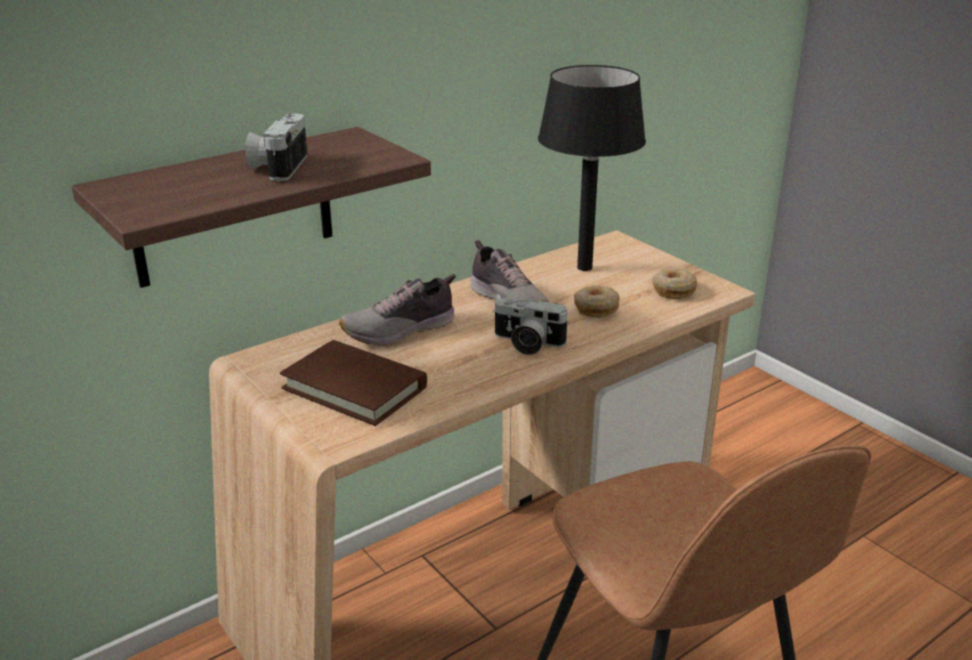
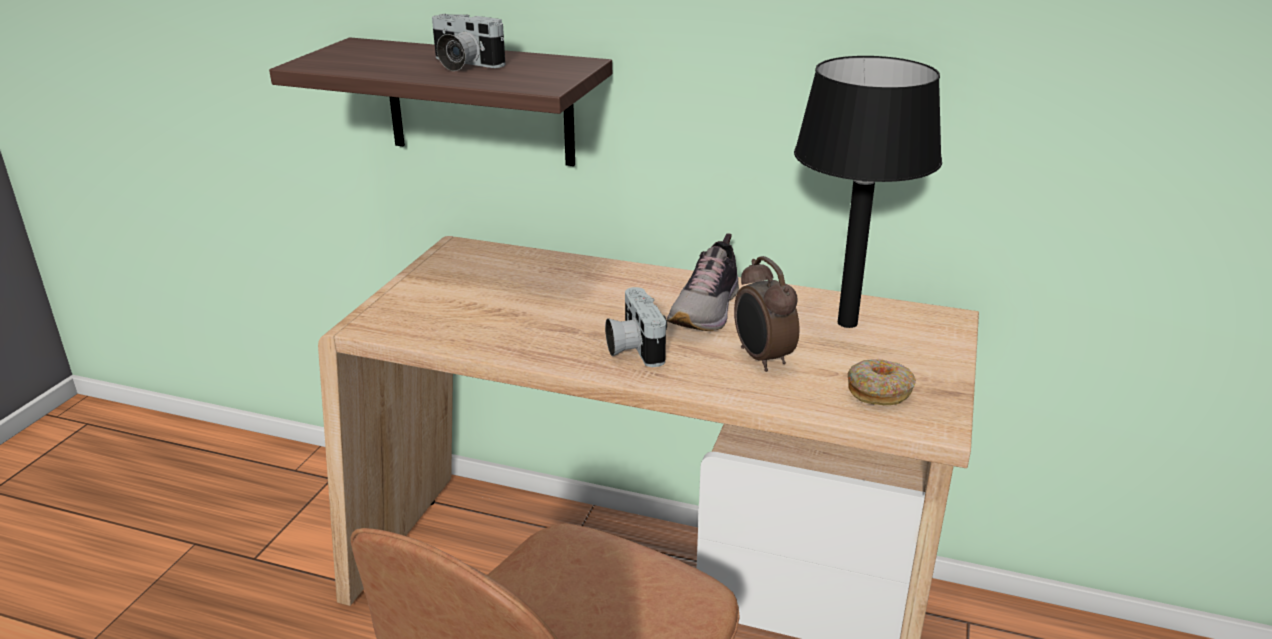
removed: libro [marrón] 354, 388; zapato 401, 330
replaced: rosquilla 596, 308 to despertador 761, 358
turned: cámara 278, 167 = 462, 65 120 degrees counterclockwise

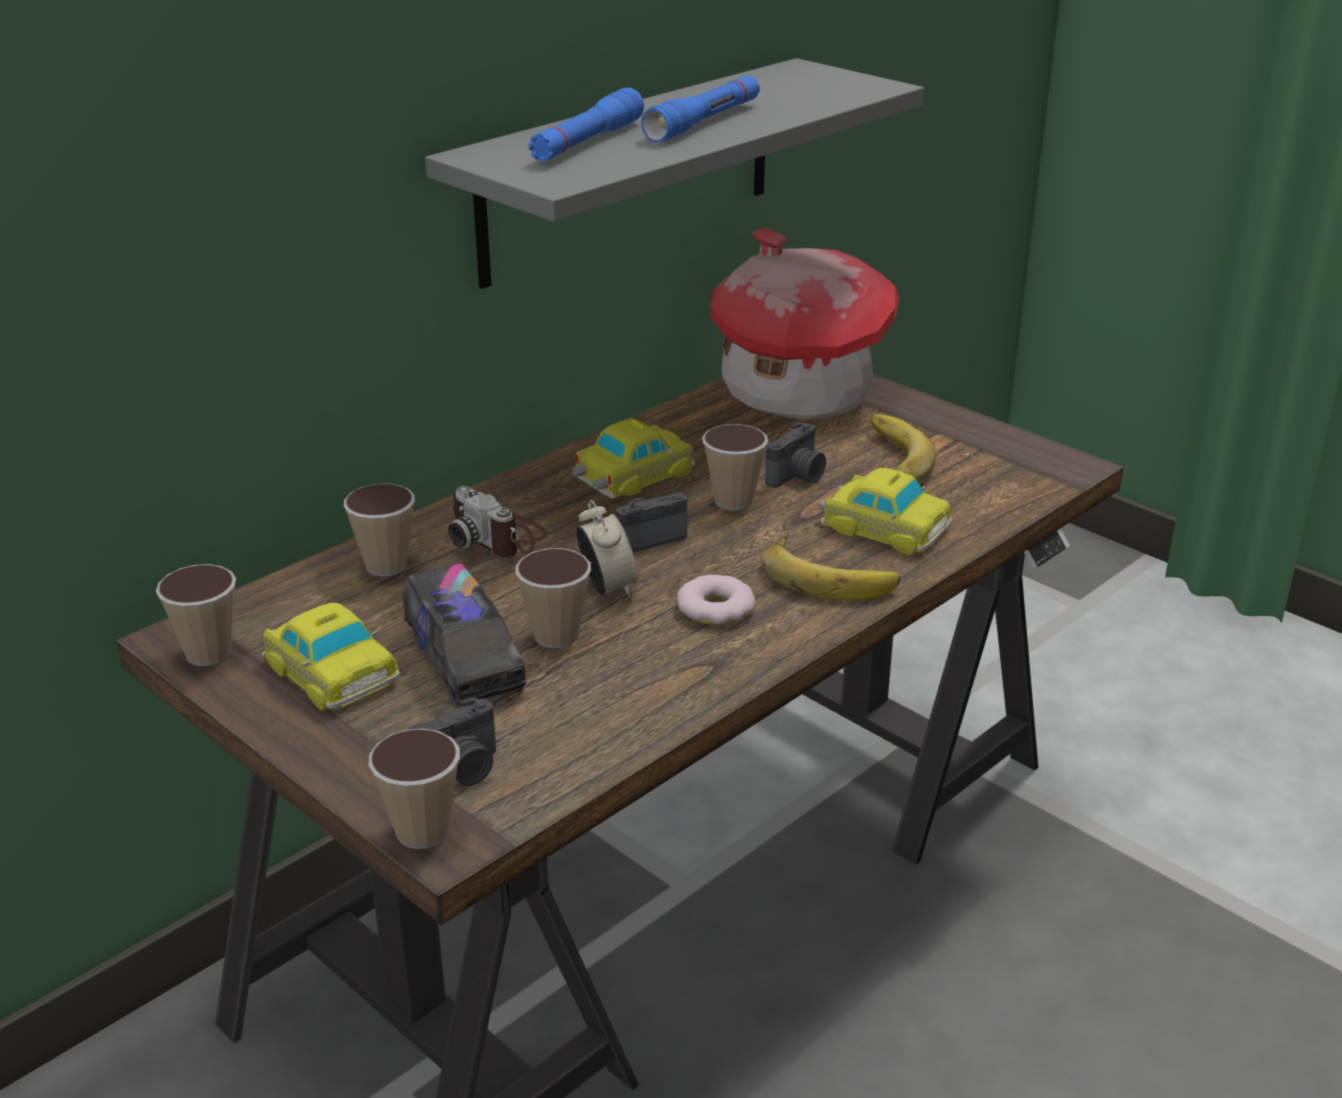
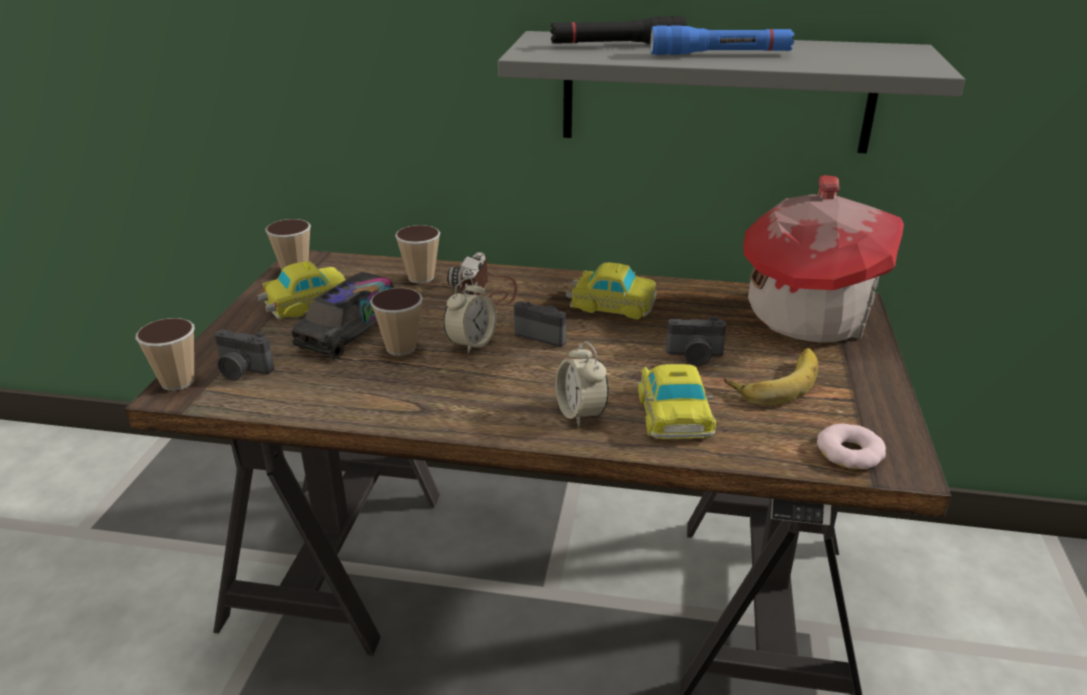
removed: taza 733, 501
moved: rosquilla 716, 608 to 850, 453
replaced: plátano 830, 575 to despertador 580, 413
recoloured: linterna [azul] 587, 142 to linterna [negro] 617, 45
turned: coche de juguete 330, 670 = 306, 303 135 degrees counterclockwise

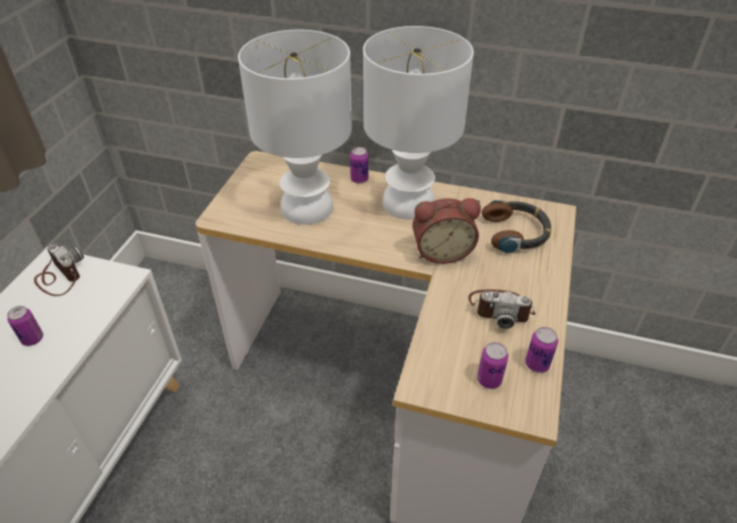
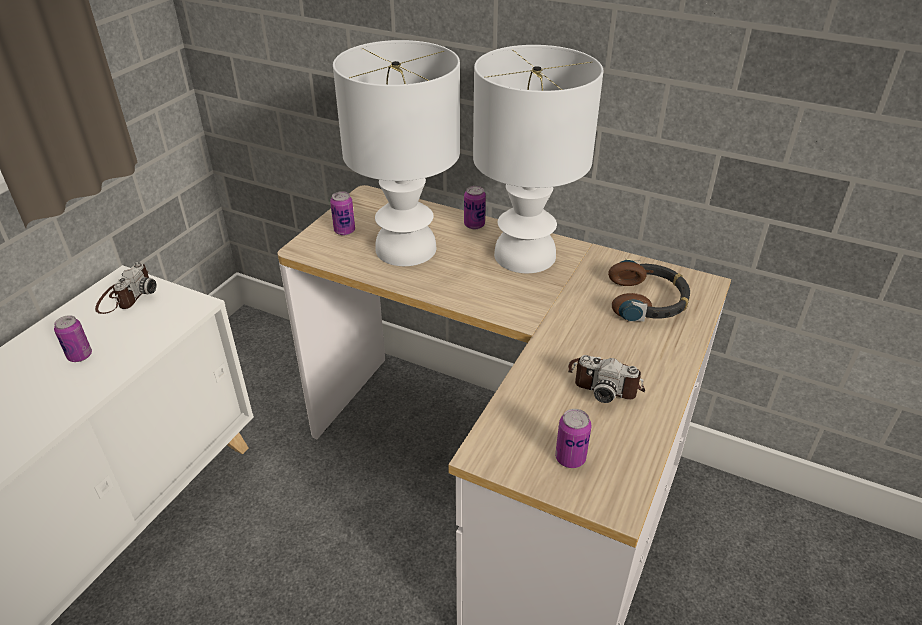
removed: despertador 441, 251
moved: lata 537, 364 to 344, 231
turned: cámara 59, 276 = 125, 296 45 degrees clockwise

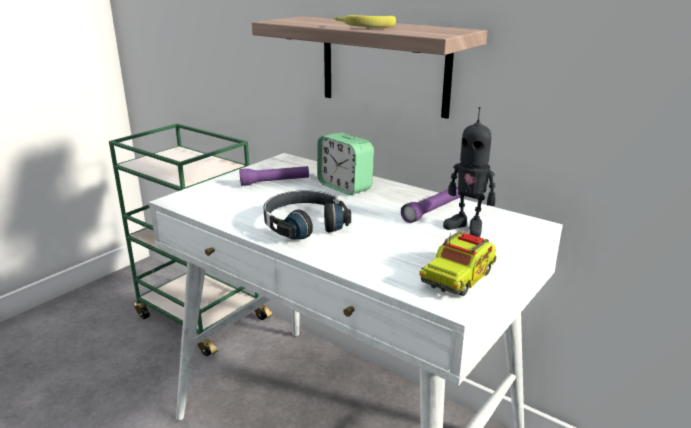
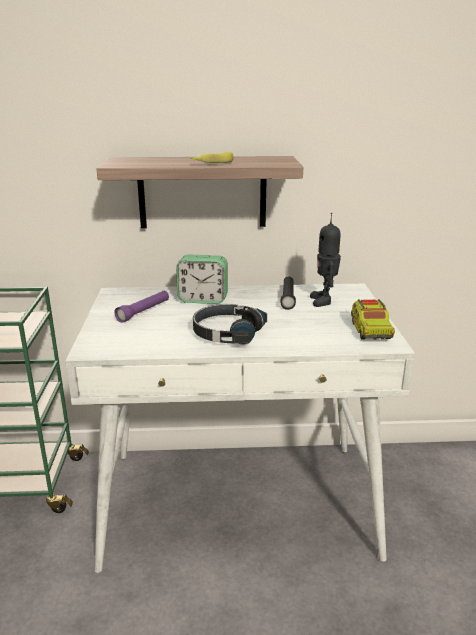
recoloured: linterna [morado] 432, 211 to linterna [negro] 288, 298
turned: robot de juguete 467, 227 = 324, 301 90 degrees clockwise

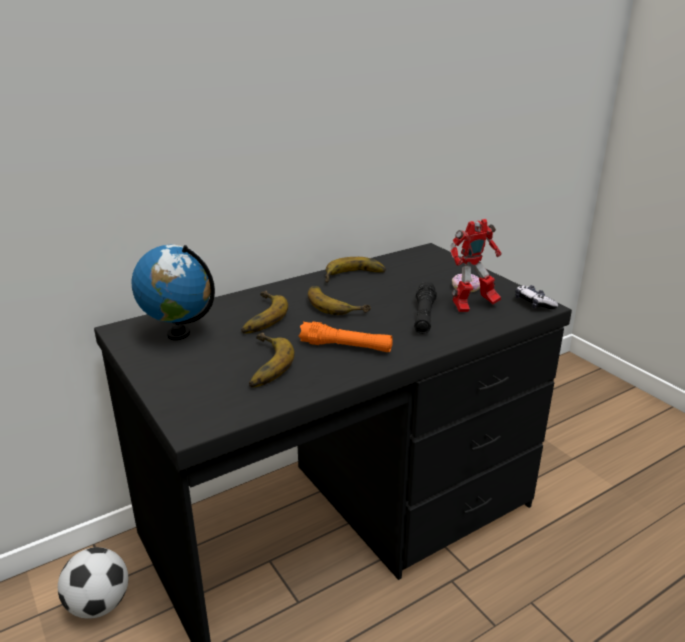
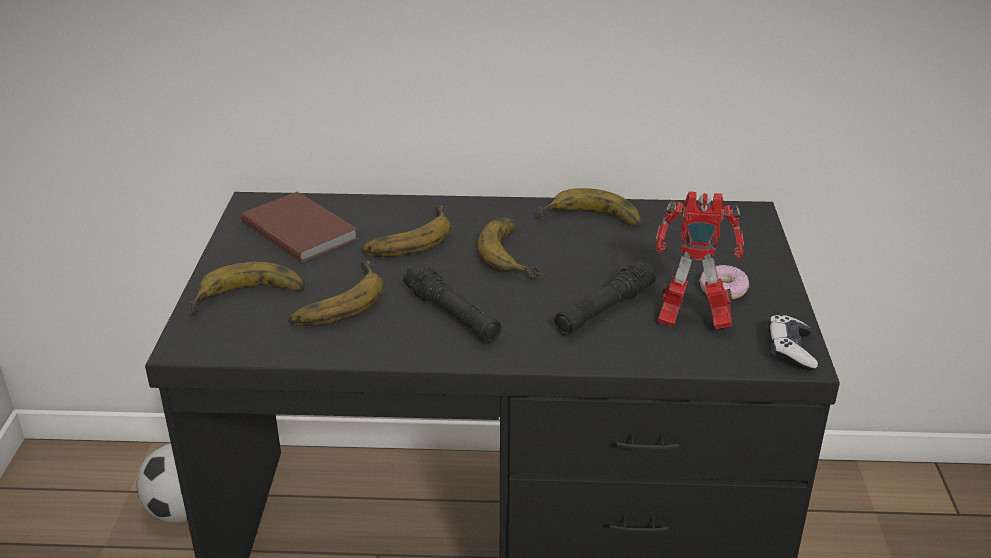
added: plátano 249, 300
replaced: globo terráqueo 179, 334 to libro [marrón] 301, 229
recoloured: linterna [naranja] 346, 346 to linterna [negro] 452, 315

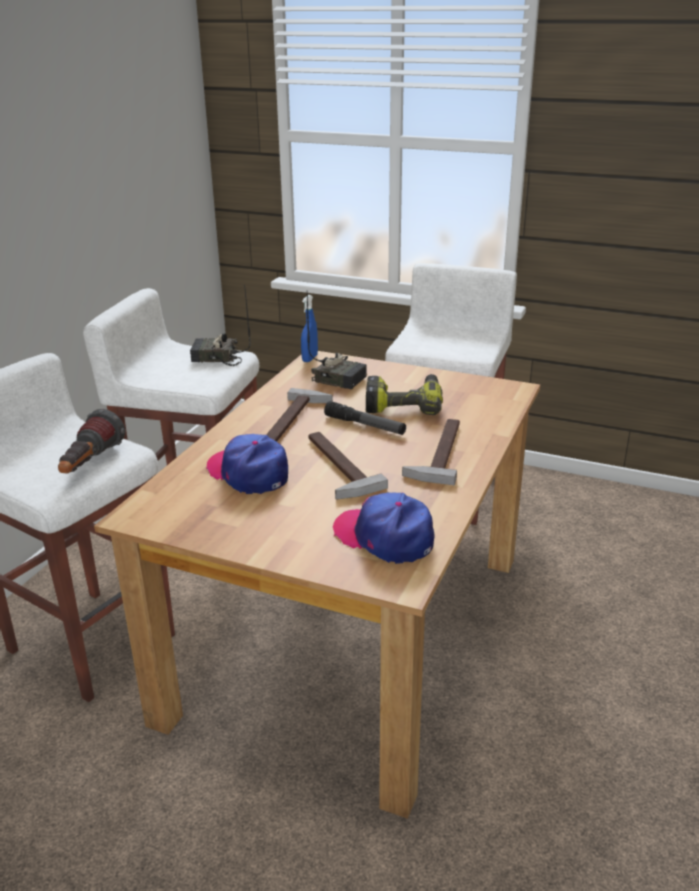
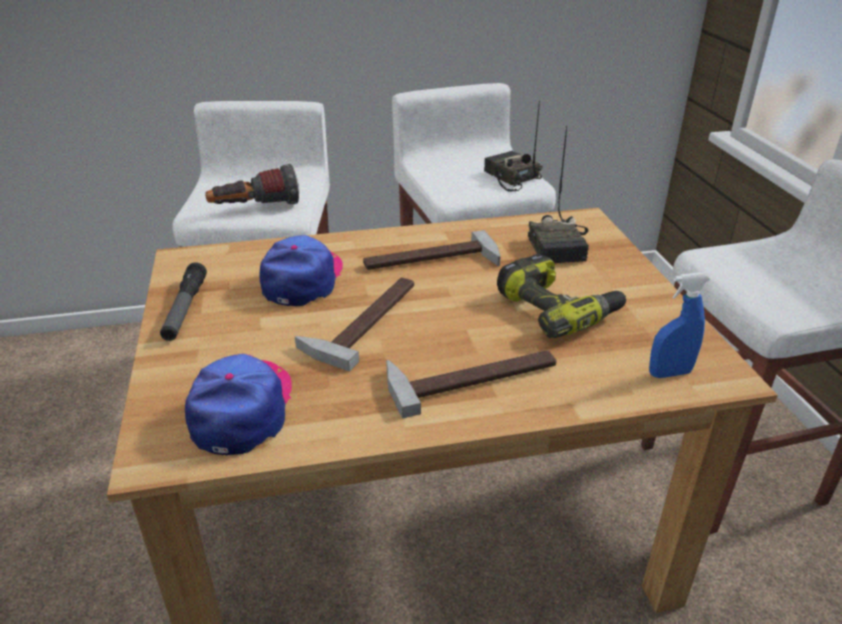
moved: pulverizador [azul] 310, 358 to 669, 373; linterna 365, 425 to 185, 309

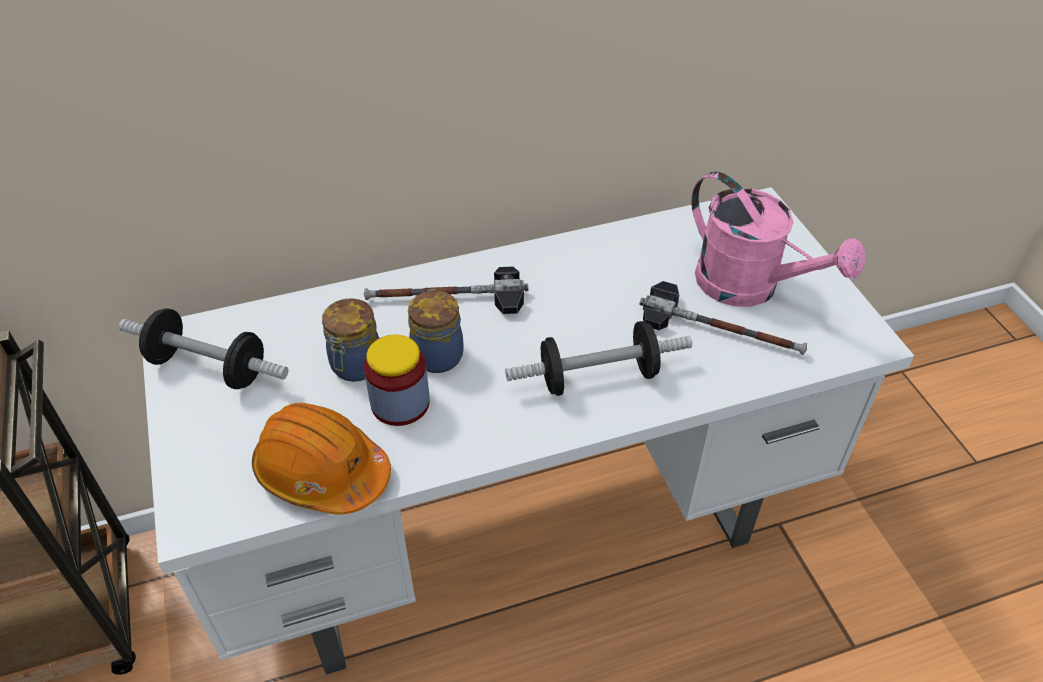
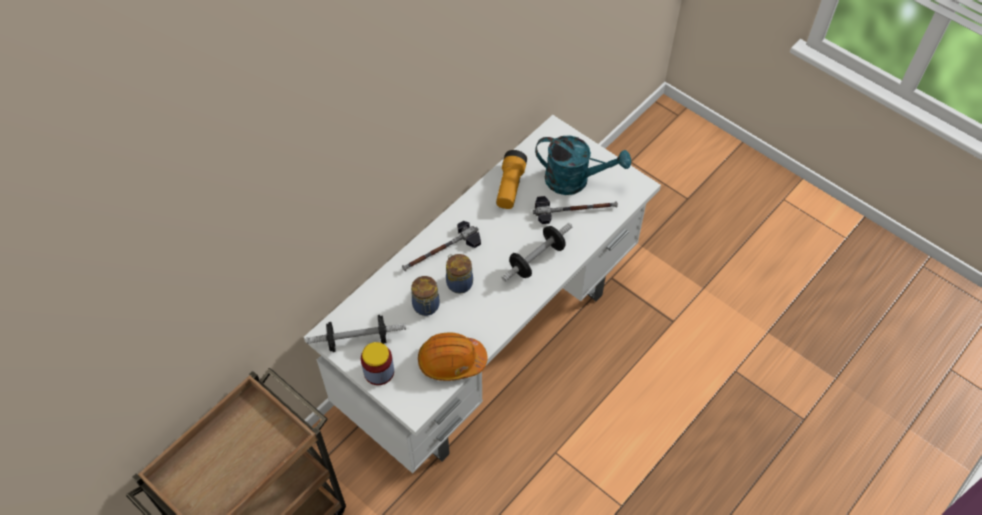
added: linterna 510, 187
moved: tarro 400, 403 to 379, 371
recoloured: regadera [rosa] 750, 287 to regadera [turquesa] 575, 180

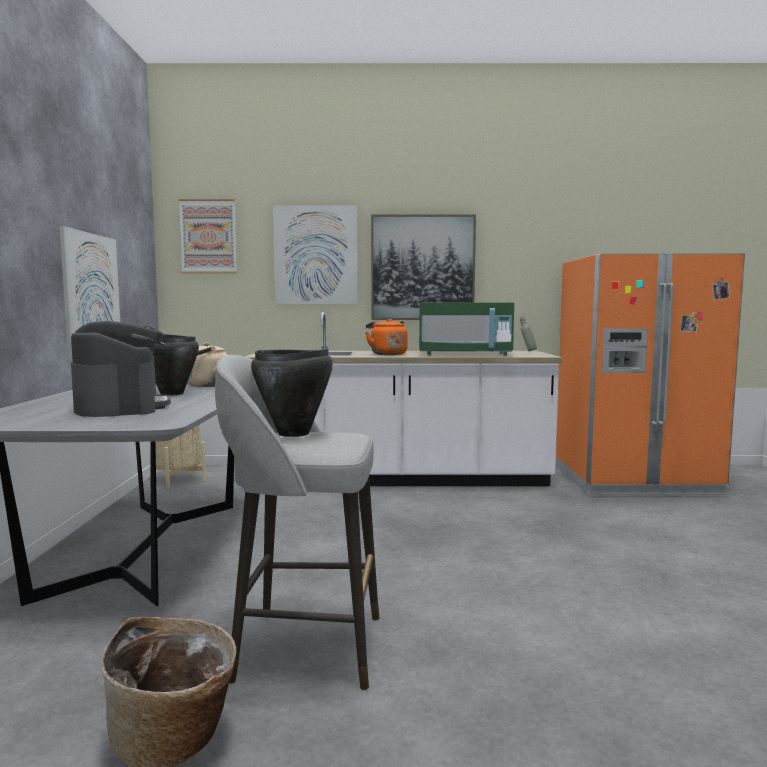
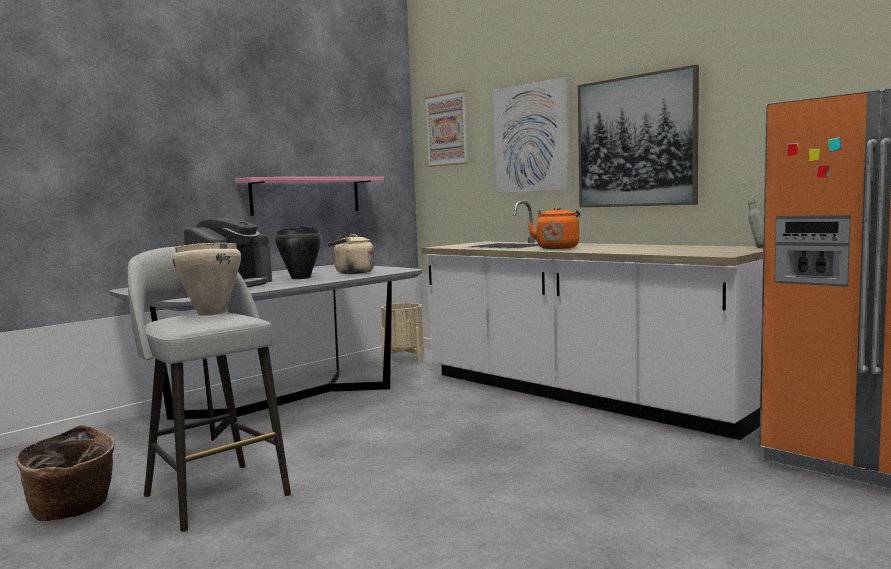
removed: microondas [verde] 464, 354
replaced: cuadro 92, 297 to estante [rosa] 306, 195
recoloured: olla [negro] 294, 433 to olla [beis] 211, 313

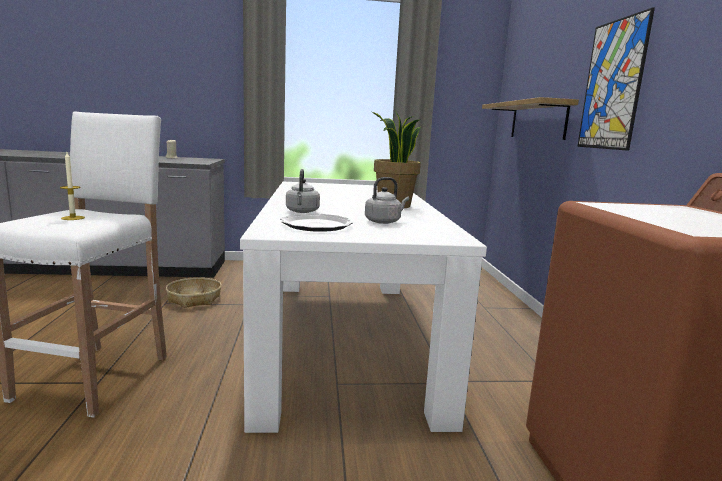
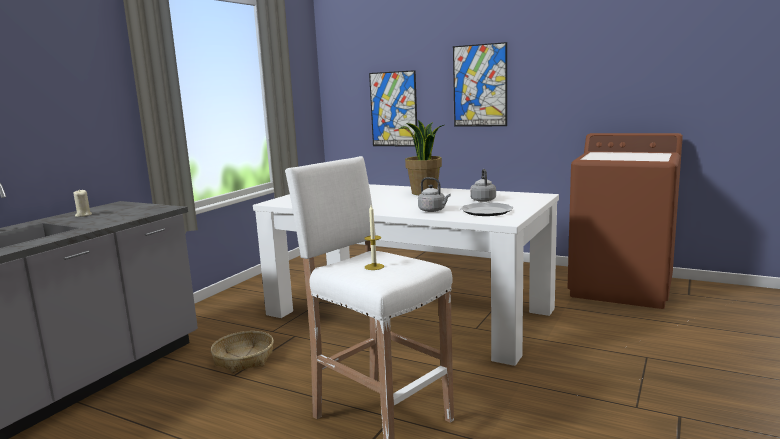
replaced: estante 537, 121 to cuadro 393, 109

